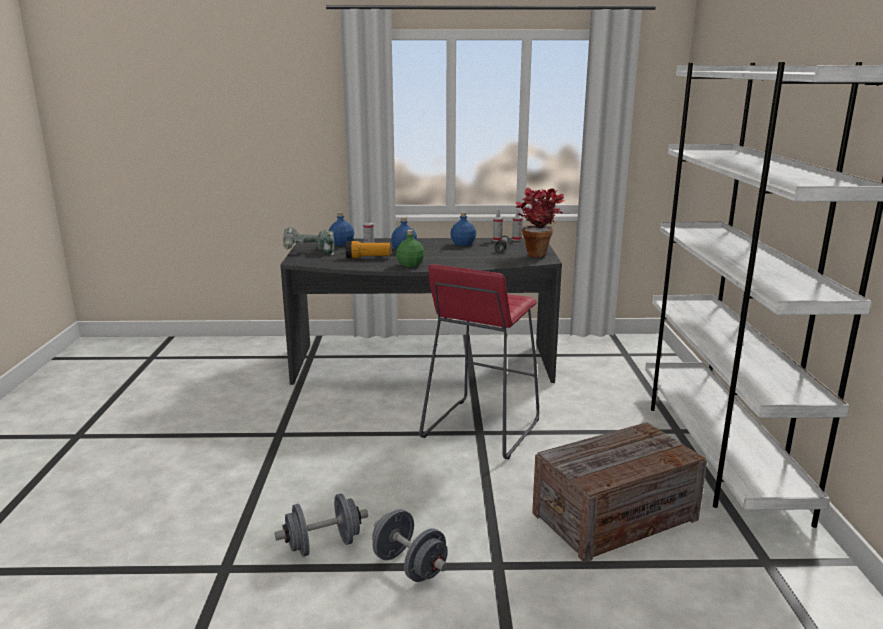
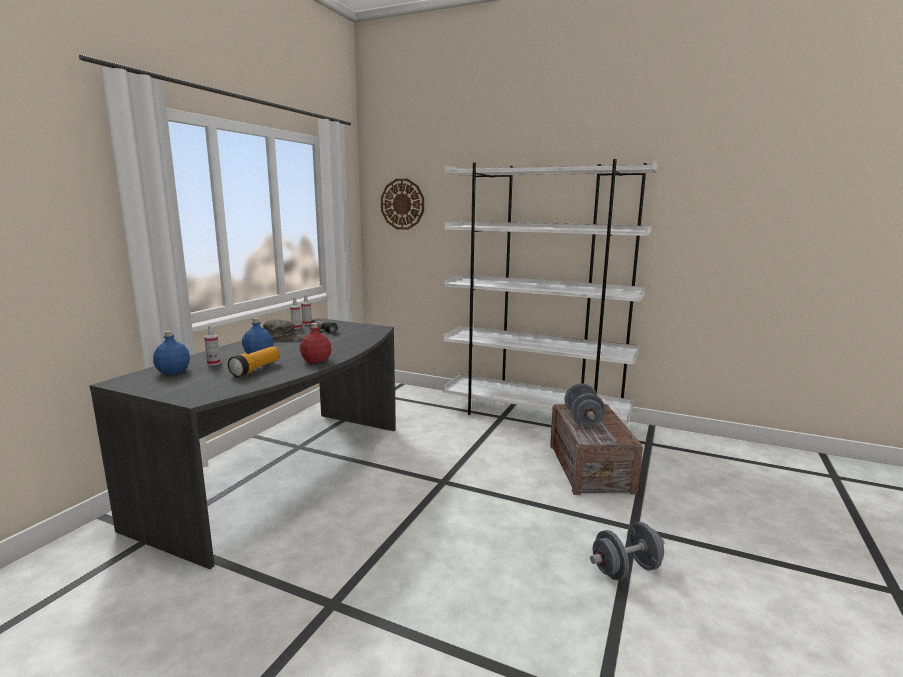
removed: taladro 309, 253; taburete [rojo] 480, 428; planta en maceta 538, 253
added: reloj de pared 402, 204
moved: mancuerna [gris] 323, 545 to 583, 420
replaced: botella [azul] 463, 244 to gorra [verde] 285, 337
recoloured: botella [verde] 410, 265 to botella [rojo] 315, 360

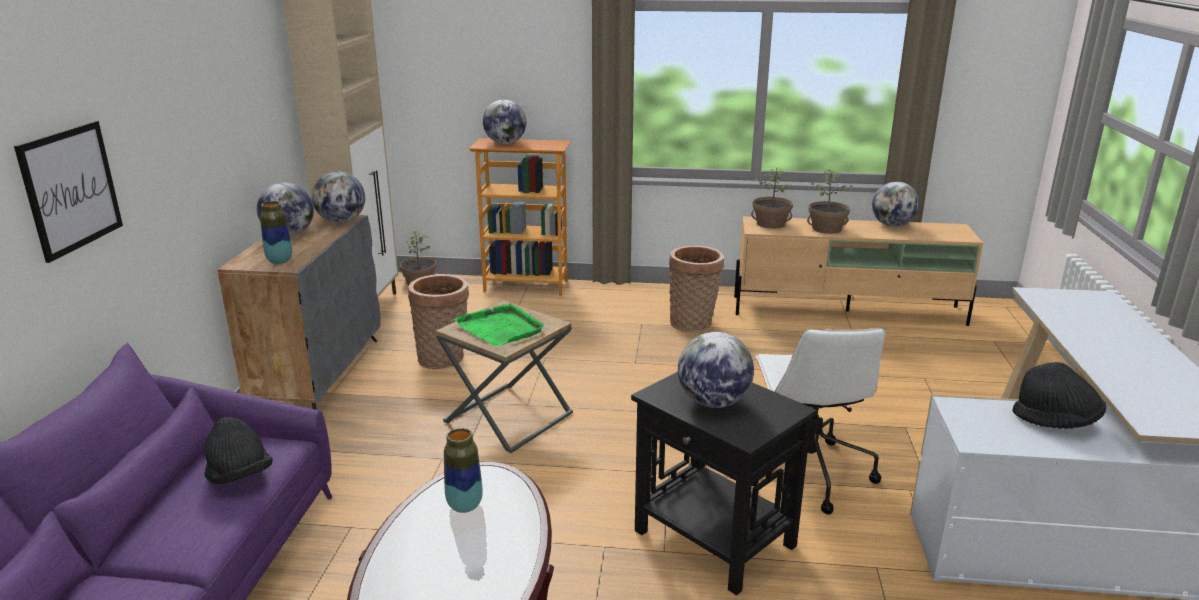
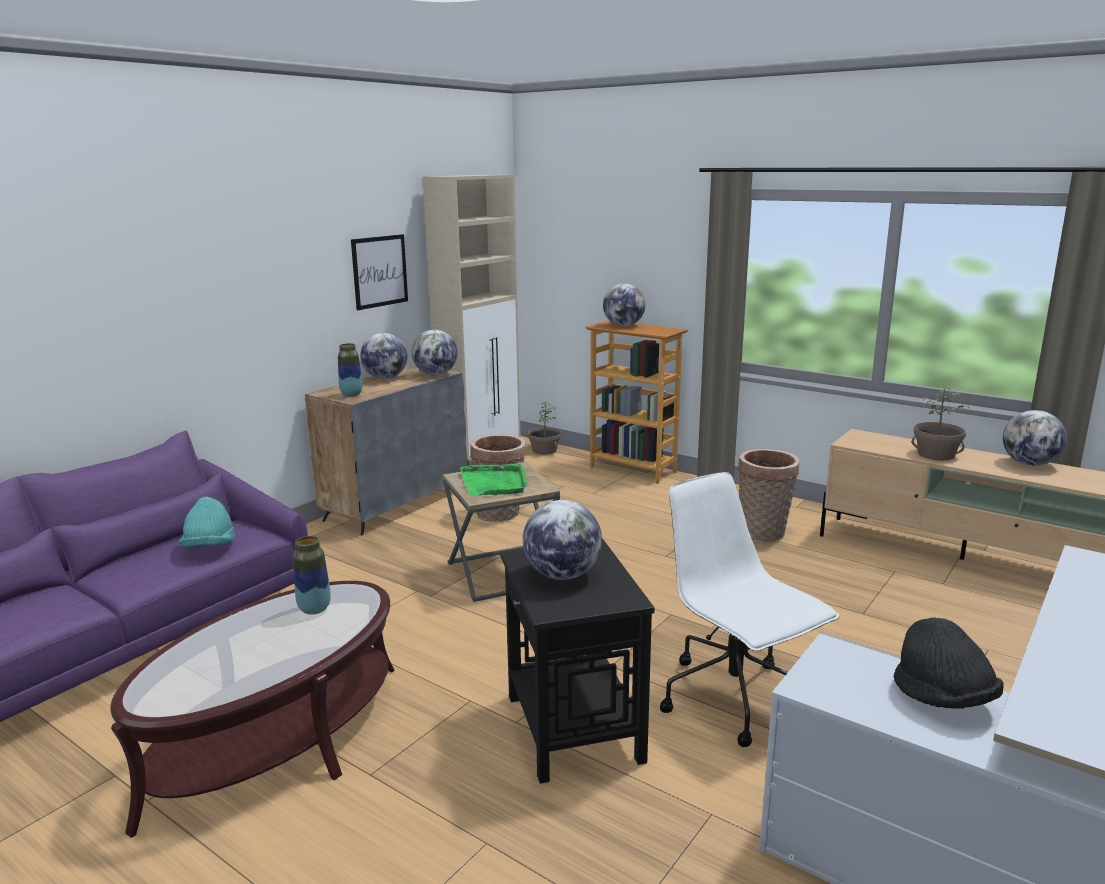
removed: planta en maceta 771, 223
moved: cuadro 71, 189 to 379, 271
recoloured: sombrero [negro] 239, 476 to sombrero [turquesa] 210, 548
turned: silla de oficina [blanco] 807, 471 = 735, 700 120 degrees clockwise

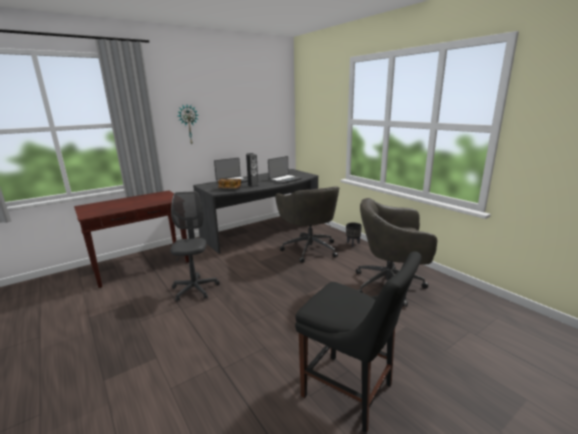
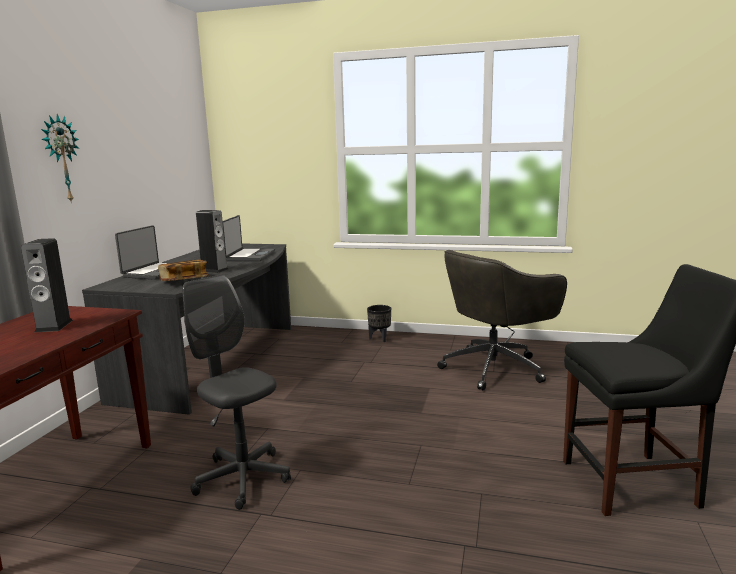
removed: silla de oficina [gris] 309, 248
added: altavoz 54, 326

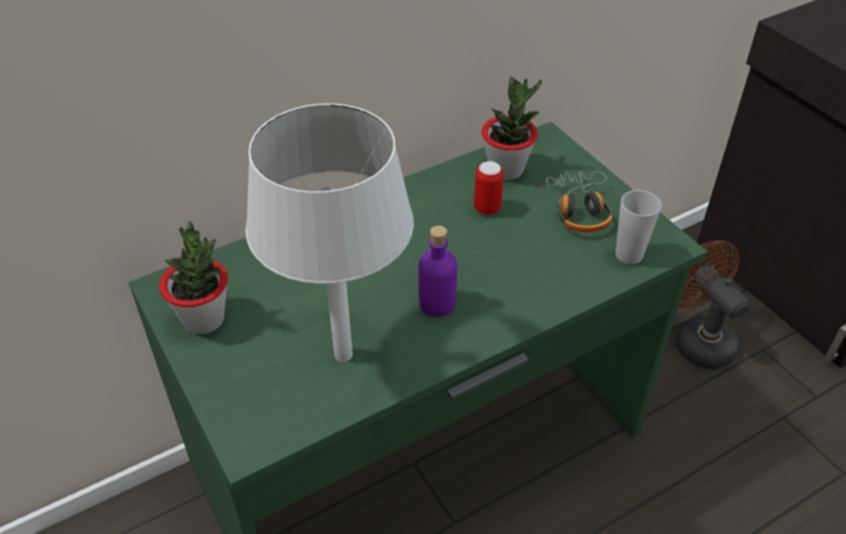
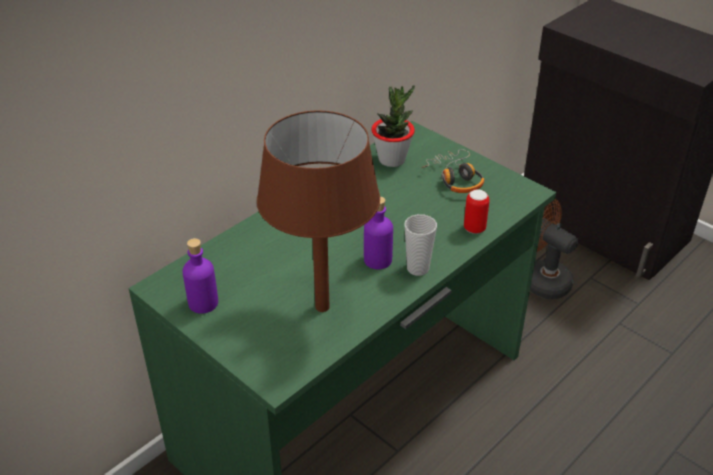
moved: lata 487, 208 to 474, 228; taza 628, 255 to 418, 268
replaced: planta en maceta 204, 319 to botella [morado] 203, 303
recoloured: lámpara de mesa [blanco] 342, 355 to lámpara de mesa [marrón] 321, 307

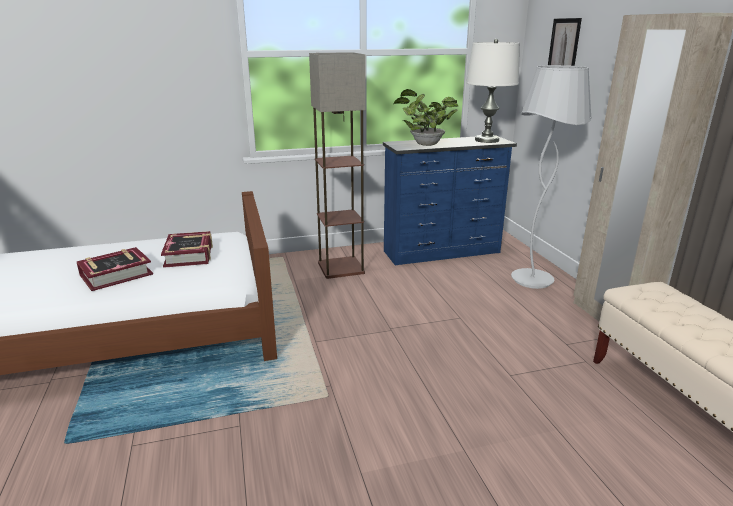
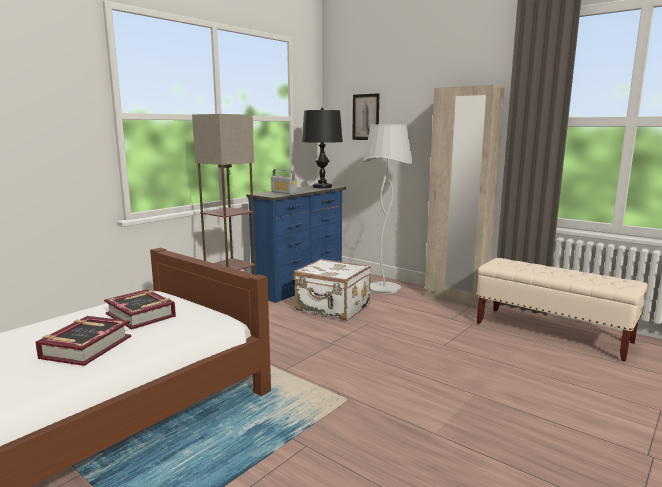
added: maleta [blanco] 332, 308
replaced: planta en maceta 424, 144 to radio 284, 192
recoloured: lámpara de mesa [blanco] 486, 140 to lámpara de mesa [negro] 322, 187

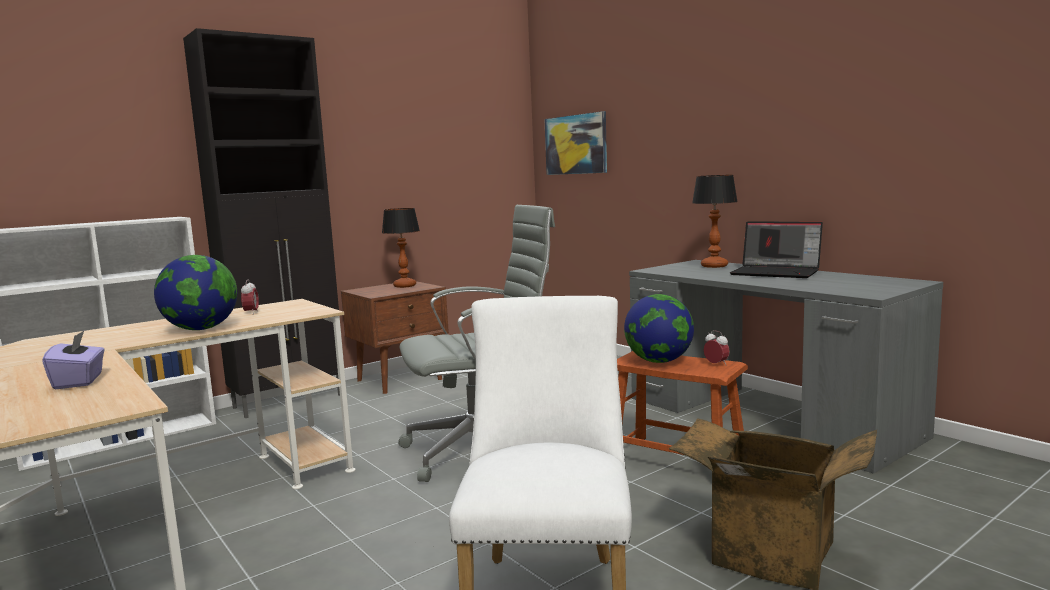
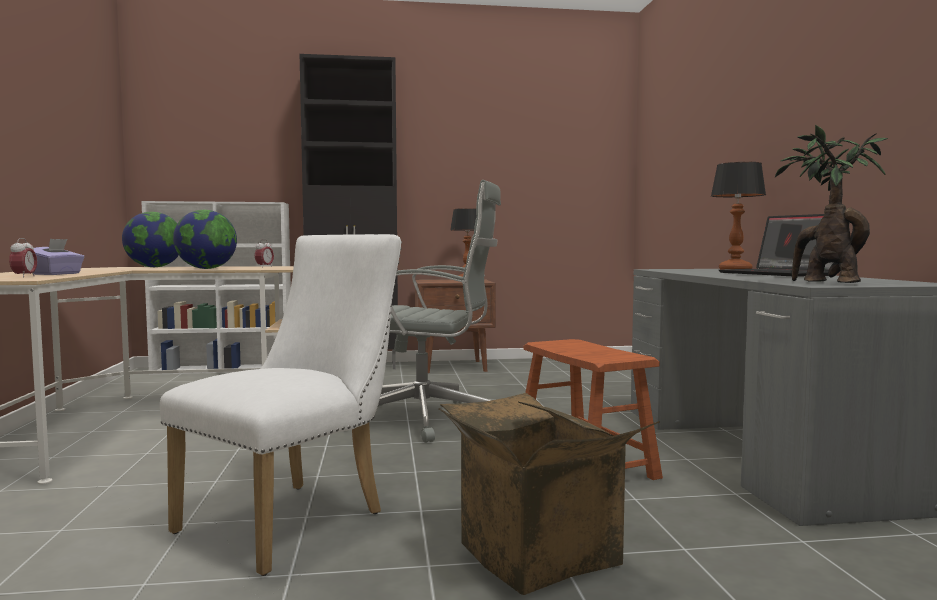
removed: cuadro 576, 144
added: planta en maceta 825, 283
moved: globo terráqueo 659, 361 to 154, 267; despertador 716, 364 to 24, 277

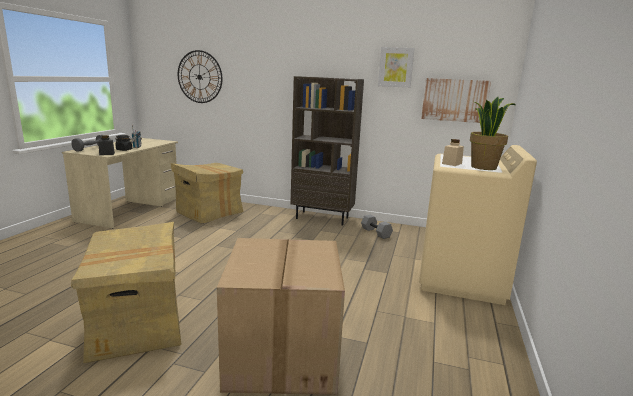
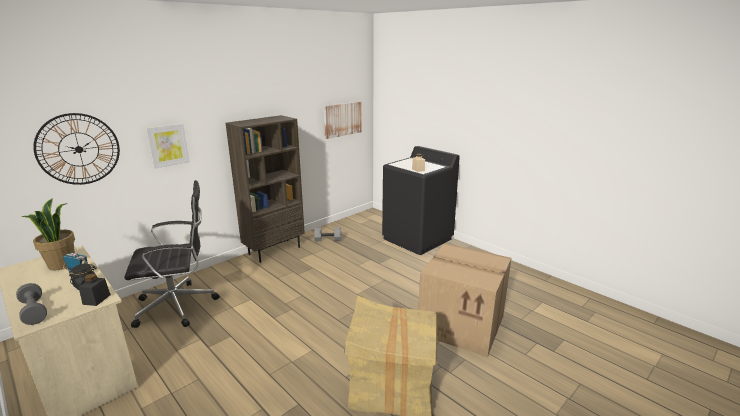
moved: cuadro 396, 67 to 167, 145; planta en maceta 483, 167 to 61, 264
replaced: caja de cartón 209, 212 to silla de oficina [negro] 178, 306
recoloured: lavadora [beis] 461, 279 to lavadora [negro] 417, 239

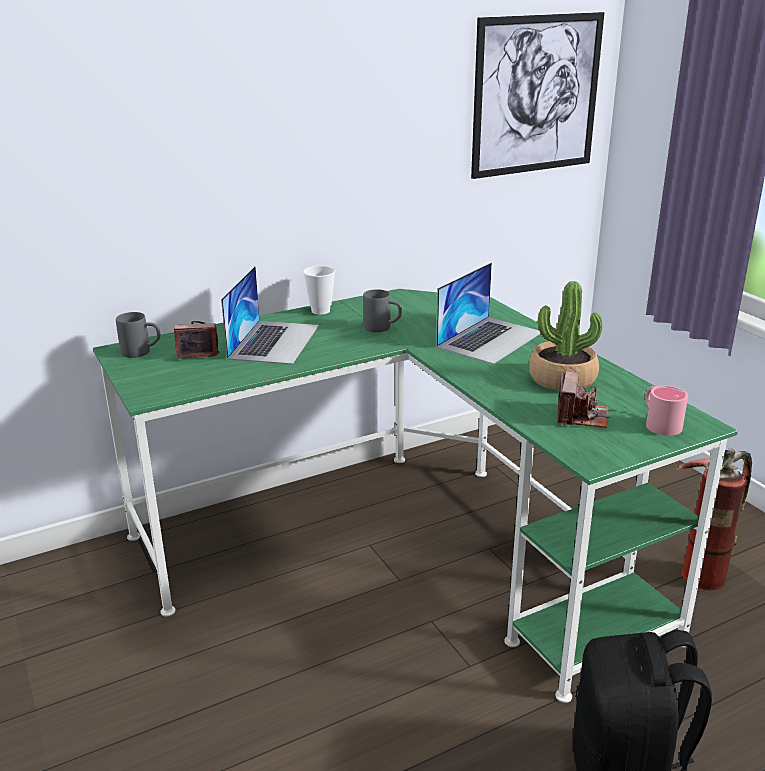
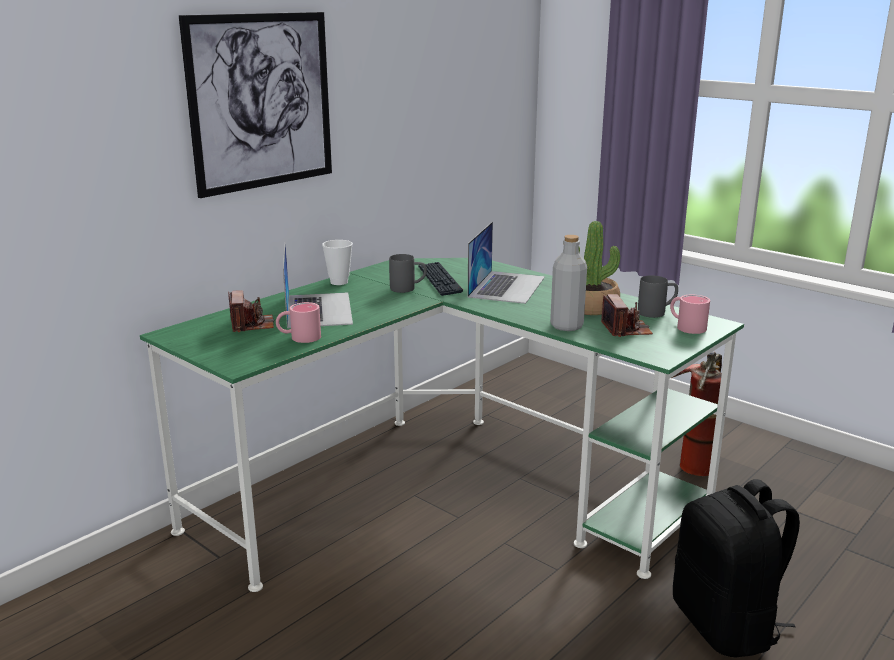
added: taza grande [rosa] 299, 337; teclado 439, 280; botella [gris] 566, 326
moved: taza grande [gris] 142, 352 to 657, 312; cuadro 536, 95 to 261, 102
turned: cámara 198, 350 = 251, 325 105 degrees clockwise

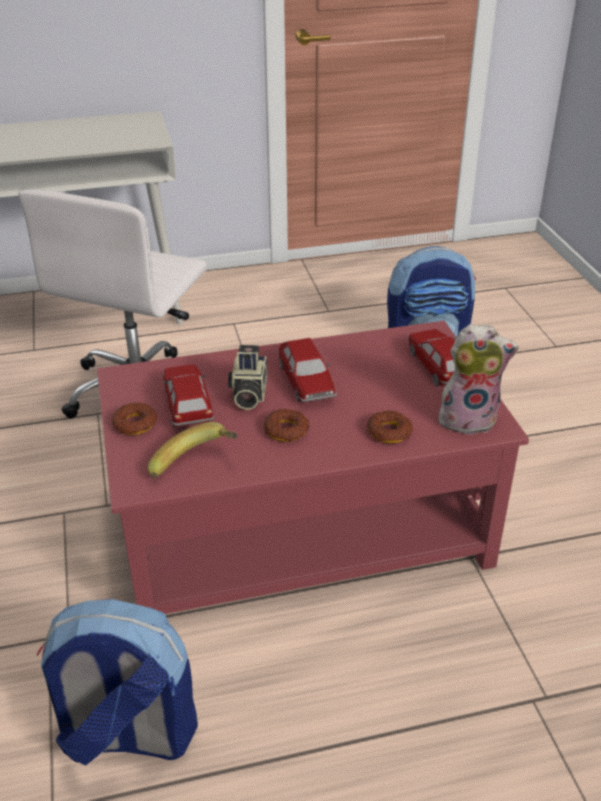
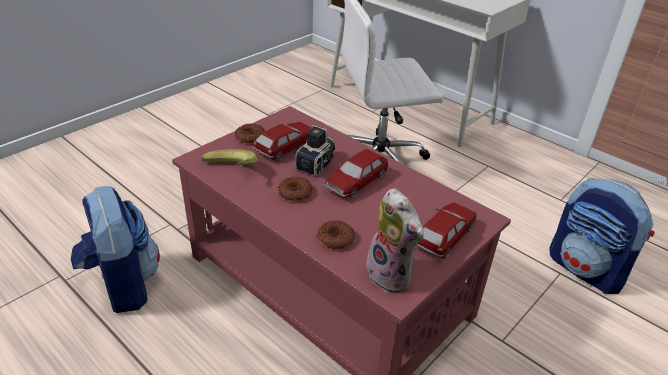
turned: cámara 248, 394 = 317, 164 150 degrees clockwise

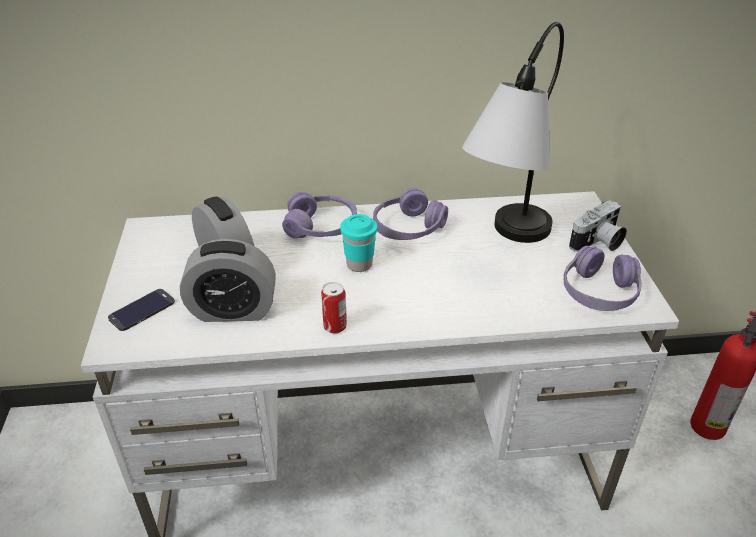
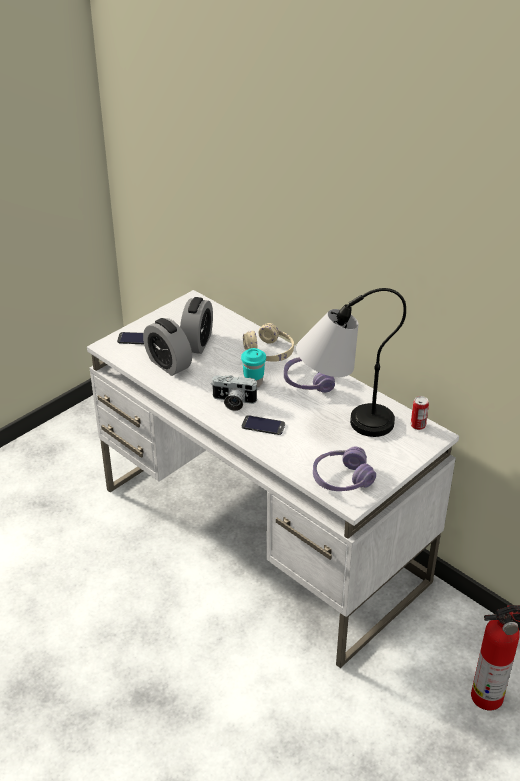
added: móvil 263, 425
moved: lata 335, 326 to 418, 425; cámara 597, 243 to 233, 402
recoloured: auriculares [morado] 321, 227 to auriculares [beis] 269, 352

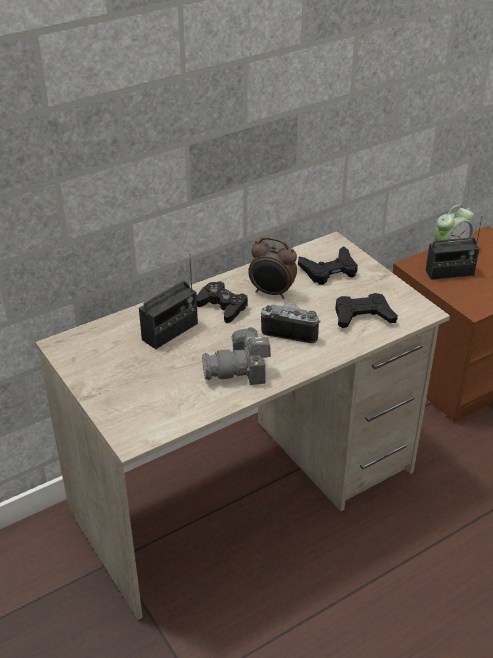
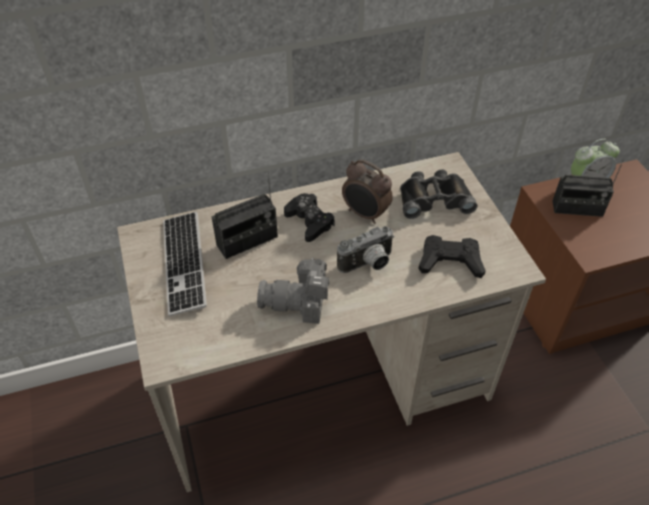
added: teclado 184, 263
replaced: mando de consola [negro] 329, 271 to prismáticos [negro] 434, 199
turned: cámara 291, 331 = 368, 265 120 degrees clockwise

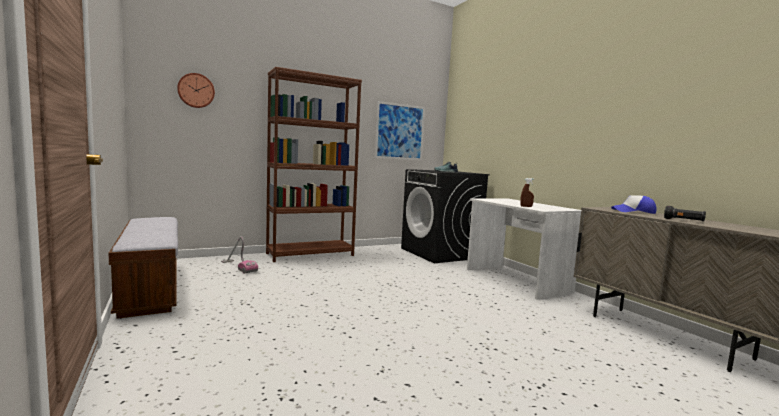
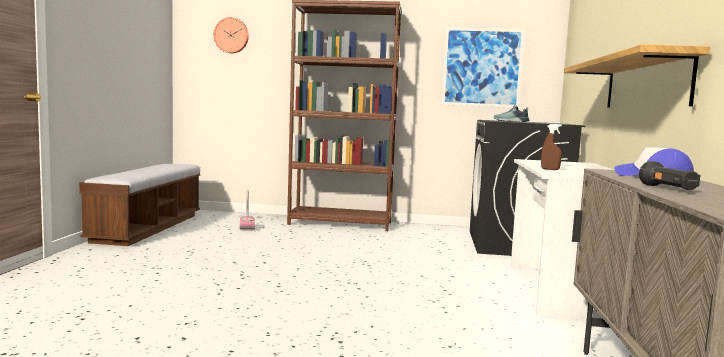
added: estante 645, 83

